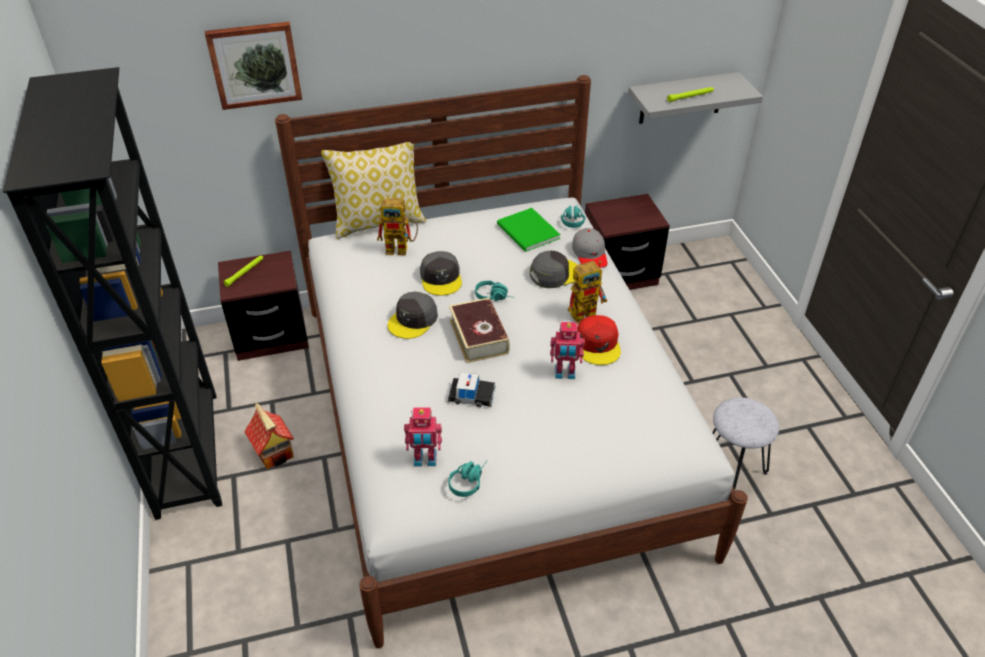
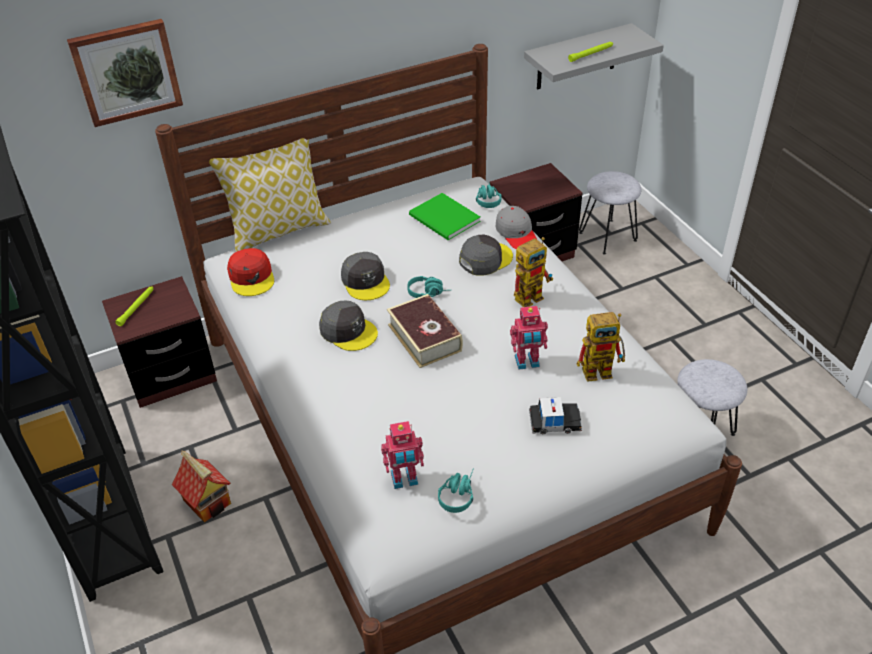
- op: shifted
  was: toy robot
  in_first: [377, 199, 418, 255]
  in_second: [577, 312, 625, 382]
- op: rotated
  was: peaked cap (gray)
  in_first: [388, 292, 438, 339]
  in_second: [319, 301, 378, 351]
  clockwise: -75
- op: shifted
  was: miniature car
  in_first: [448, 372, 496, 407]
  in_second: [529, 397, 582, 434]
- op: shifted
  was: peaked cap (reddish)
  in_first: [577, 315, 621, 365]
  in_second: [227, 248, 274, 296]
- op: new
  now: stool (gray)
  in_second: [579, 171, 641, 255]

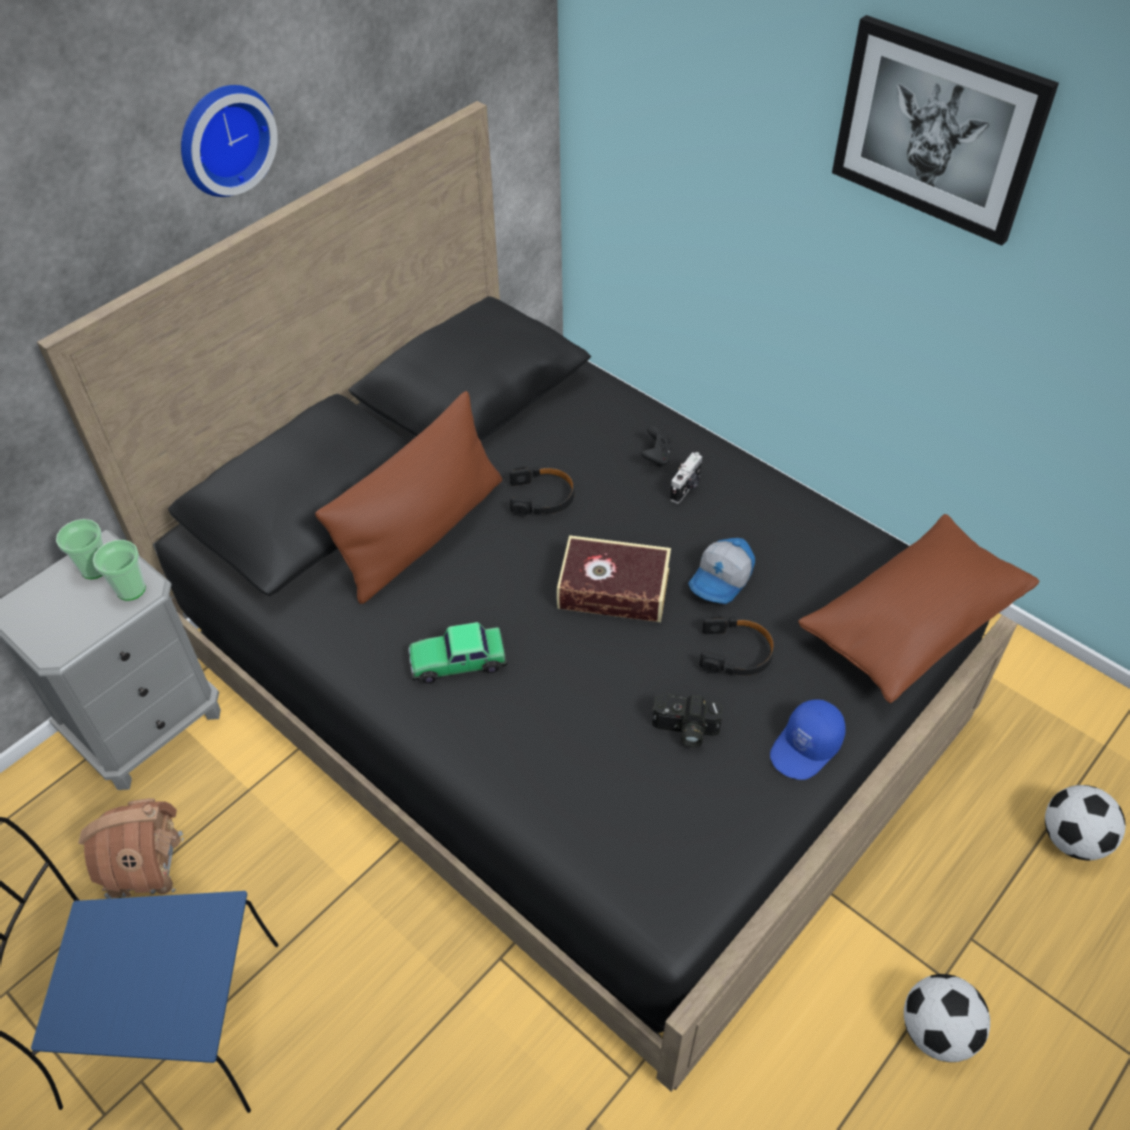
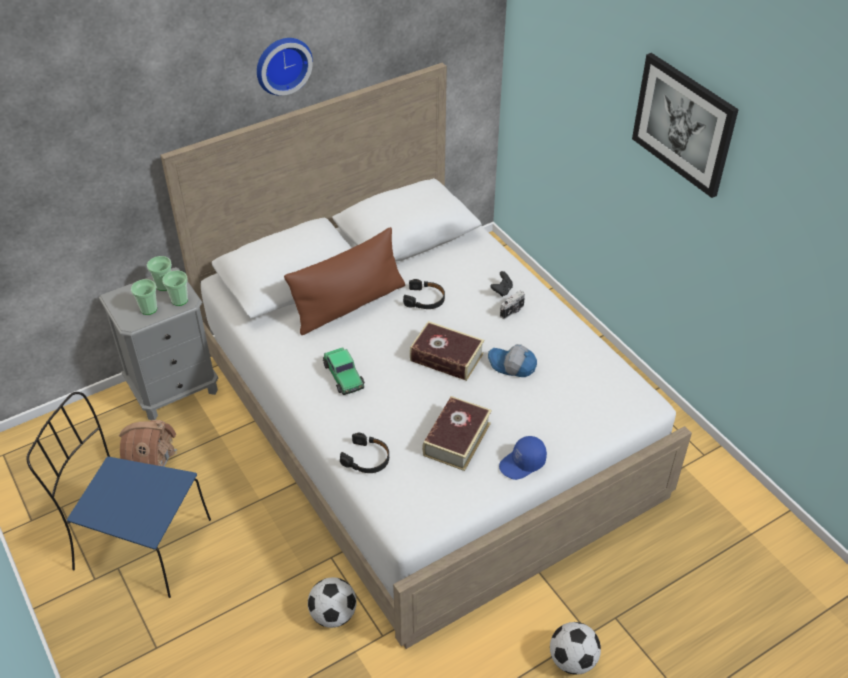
- op: repainted
  was: sleeping bed (black)
  now: sleeping bed (white)
  in_first: [37, 101, 1017, 1092]
  in_second: [160, 63, 692, 649]
- op: rotated
  was: miniature car
  in_first: [408, 622, 507, 684]
  in_second: [323, 347, 365, 395]
  clockwise: -120
- op: swapped
  was: photo camera
  now: volume
  in_first: [652, 693, 723, 747]
  in_second: [422, 396, 492, 471]
- op: rotated
  was: peaked cap
  in_first: [688, 538, 755, 604]
  in_second: [488, 344, 537, 377]
  clockwise: 60
- op: shifted
  was: headphones (black)
  in_first: [700, 615, 775, 676]
  in_second: [340, 433, 389, 473]
- op: gone
  was: pillow (brown)
  in_first: [798, 514, 1040, 703]
- op: shifted
  was: football ball
  in_first: [1045, 785, 1126, 860]
  in_second: [308, 577, 357, 628]
- op: new
  now: small cup
  in_second: [131, 279, 157, 315]

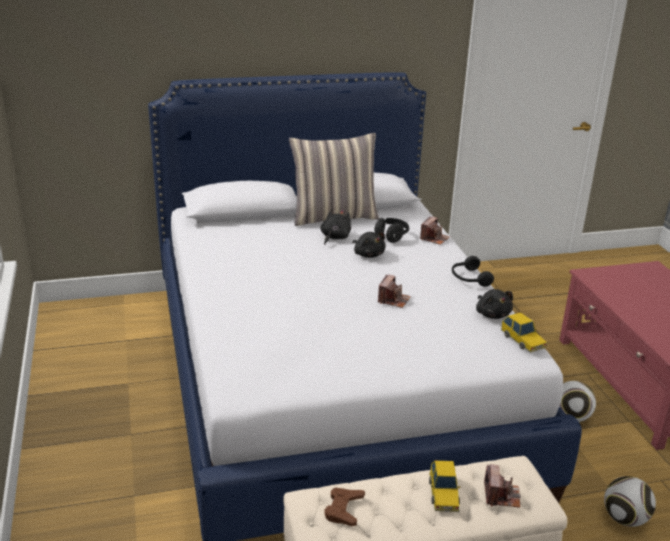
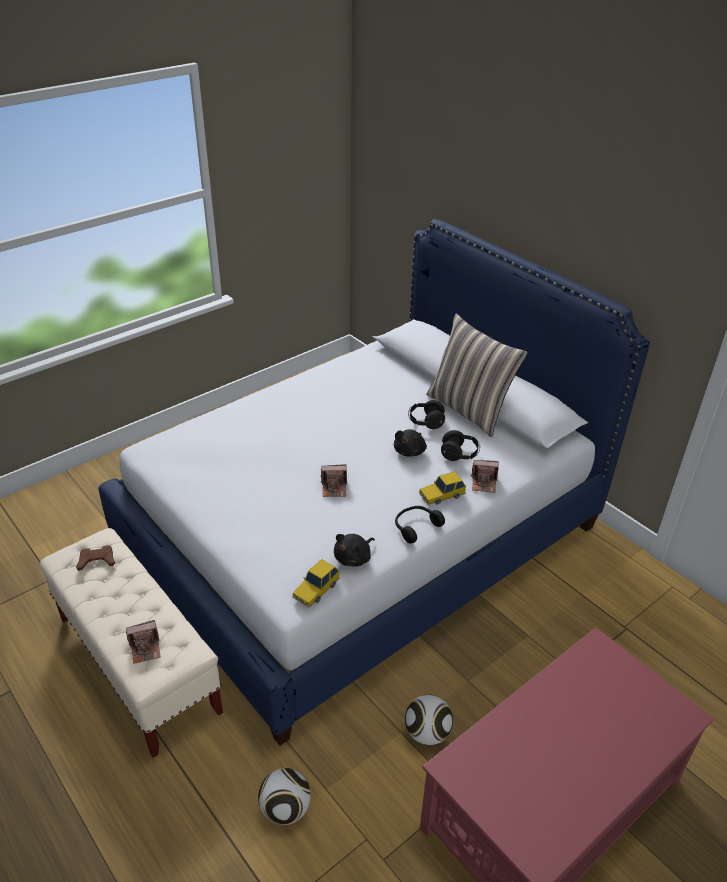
- op: swapped
  was: soft toy (black)
  now: headphones (black)
  in_first: [320, 209, 351, 245]
  in_second: [408, 400, 445, 429]
- op: shifted
  was: miniature car
  in_first: [429, 460, 460, 512]
  in_second: [419, 472, 466, 505]

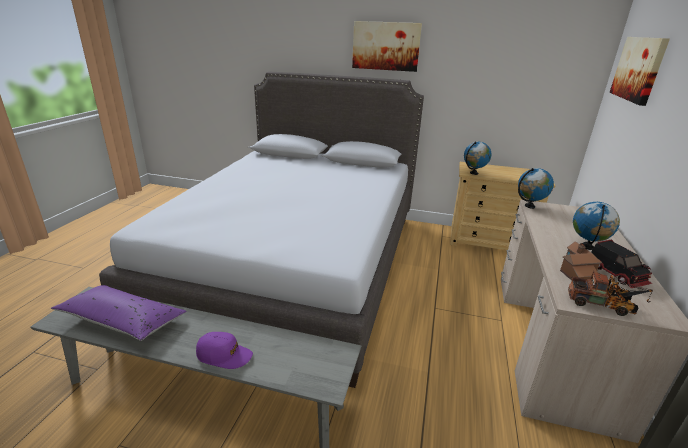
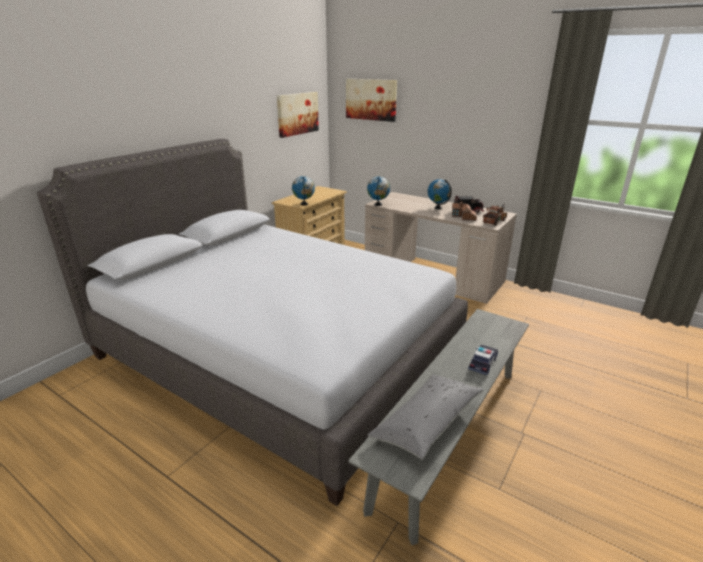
- op: repainted
  was: pillow (purple)
  now: pillow (gray)
  in_first: [51, 285, 186, 341]
  in_second: [368, 374, 484, 460]
- op: swapped
  was: peaked cap (purple)
  now: miniature car
  in_first: [196, 332, 253, 369]
  in_second: [468, 345, 498, 375]
- op: shifted
  was: wall picture
  in_first: [352, 21, 422, 72]
  in_second: [277, 92, 319, 138]

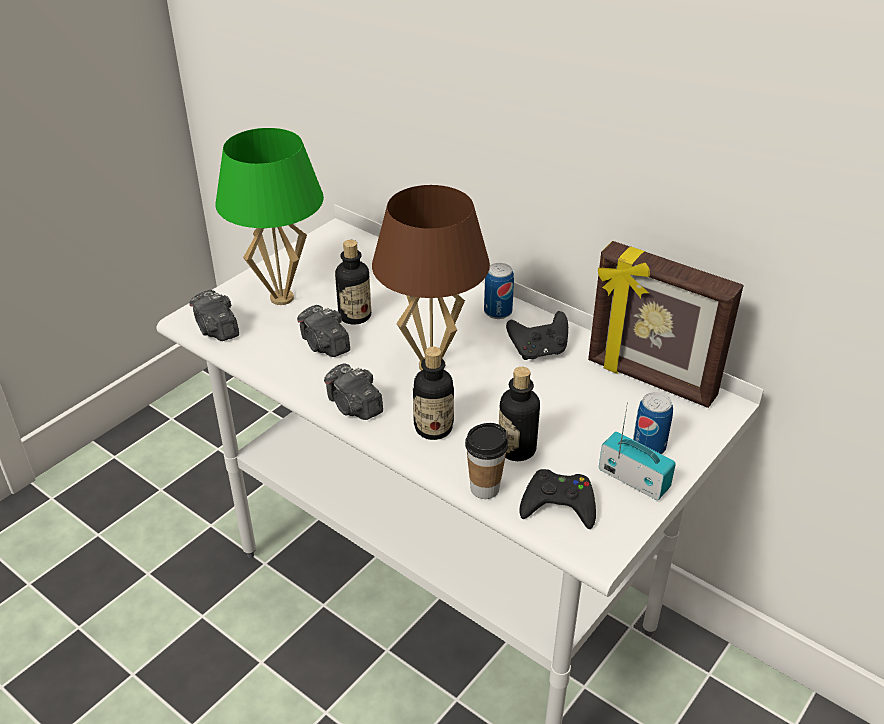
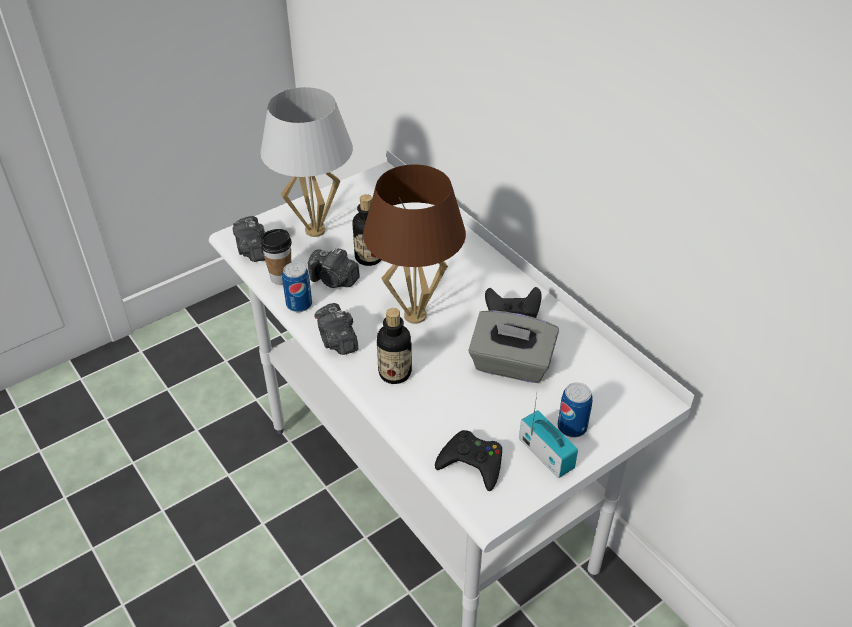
- op: repainted
  was: table lamp (greenish)
  now: table lamp (white)
  in_first: [216, 128, 324, 305]
  in_second: [260, 87, 353, 237]
- op: rotated
  was: photo camera
  in_first: [297, 305, 350, 357]
  in_second: [308, 248, 360, 288]
  clockwise: -45
- op: shifted
  was: small cup
  in_first: [465, 423, 508, 499]
  in_second: [260, 229, 292, 285]
- op: shifted
  was: can
  in_first: [484, 263, 514, 319]
  in_second: [282, 262, 312, 312]
- op: gone
  was: bottle
  in_first: [499, 367, 540, 461]
- op: gone
  was: standing frame
  in_first: [588, 241, 743, 408]
- op: new
  now: tissue box (gray)
  in_second: [468, 310, 559, 383]

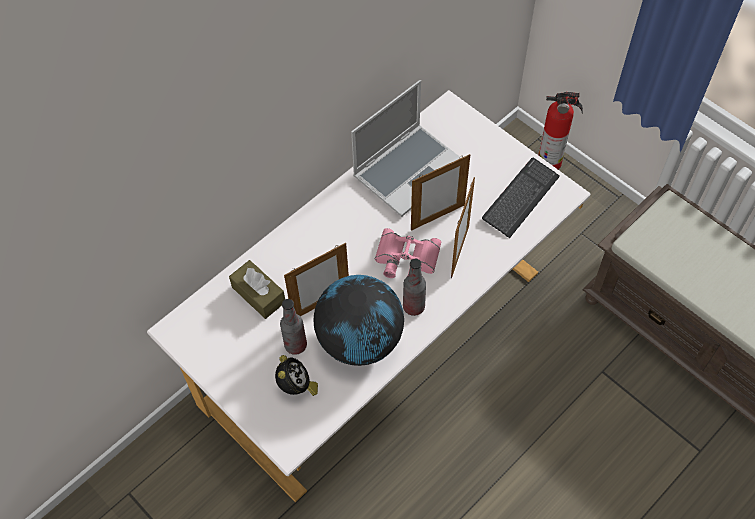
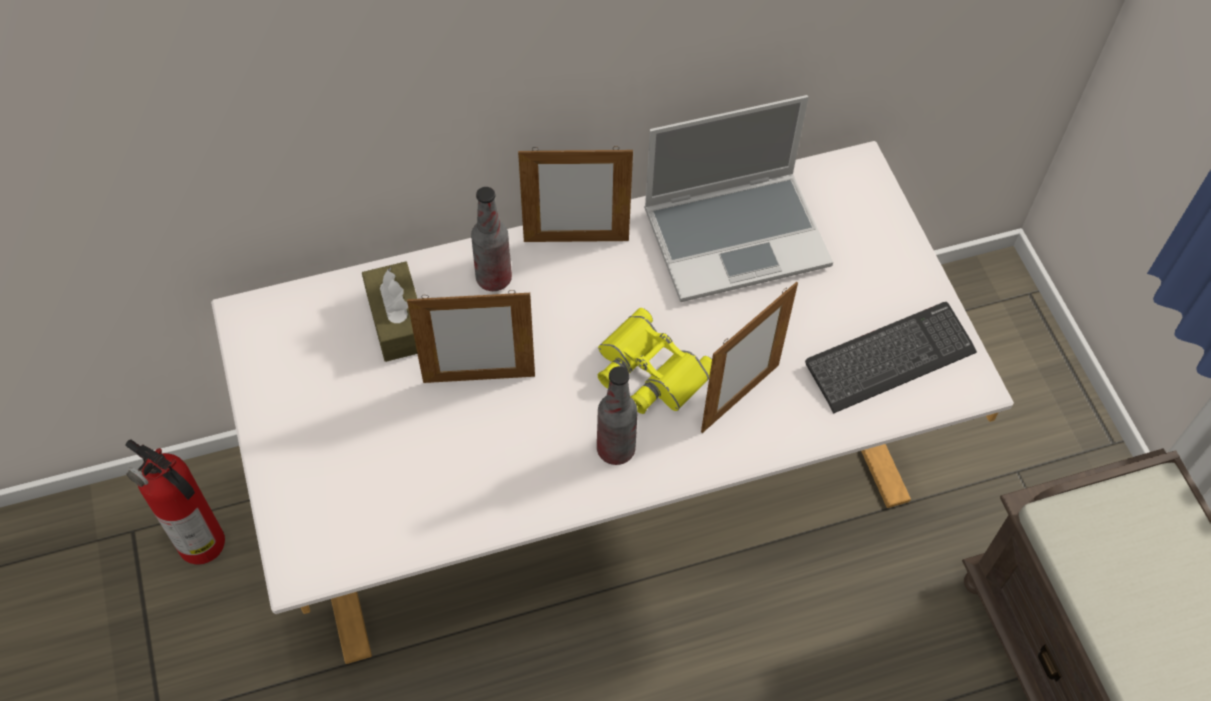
- op: gone
  was: alarm clock
  in_first: [275, 355, 318, 396]
- op: shifted
  was: bottle
  in_first: [280, 299, 307, 355]
  in_second: [471, 187, 512, 291]
- op: gone
  was: world globe
  in_first: [313, 275, 404, 366]
- op: repainted
  was: pair of binoculars (pink)
  now: pair of binoculars (yellowish)
  in_first: [375, 228, 441, 278]
  in_second: [598, 308, 712, 414]
- op: shifted
  was: standing frame
  in_first: [411, 154, 470, 231]
  in_second: [518, 146, 633, 242]
- op: shifted
  was: fire extinguisher
  in_first: [538, 91, 583, 170]
  in_second: [126, 439, 225, 565]

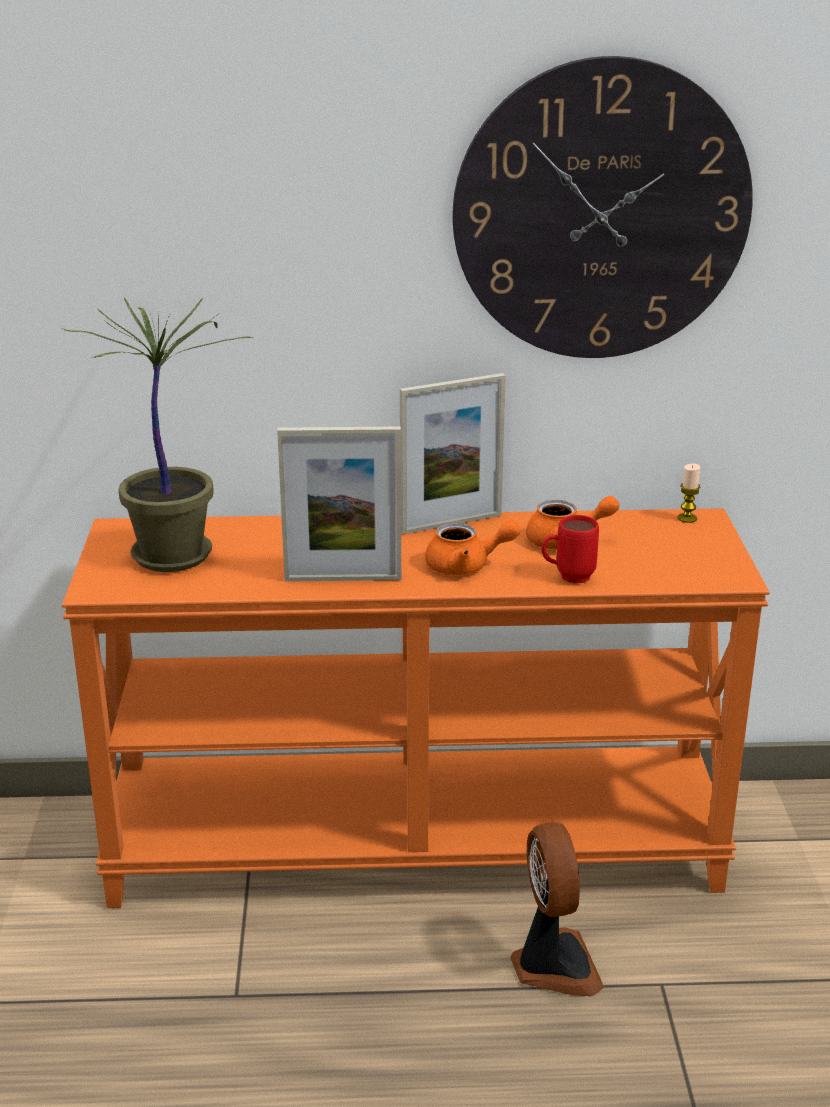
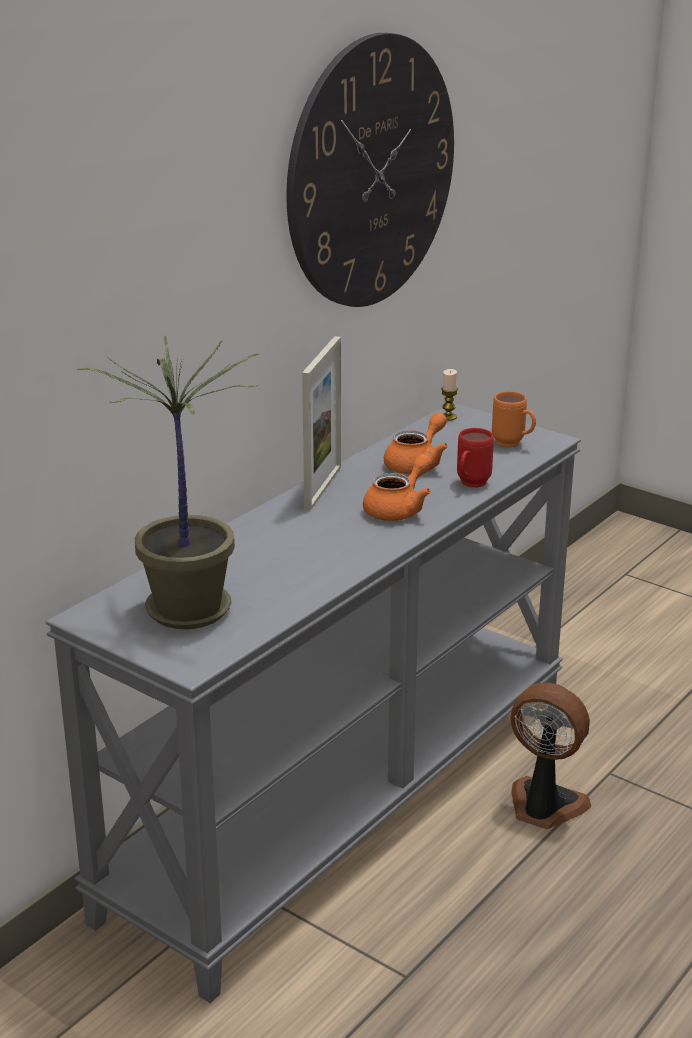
- op: repainted
  was: narrow table (orange-coloured)
  now: narrow table (gray)
  in_first: [62, 508, 770, 908]
  in_second: [45, 403, 581, 1003]
- op: gone
  was: standing frame
  in_first: [277, 426, 401, 581]
- op: new
  now: mug (orange-coloured)
  in_second: [492, 391, 536, 447]

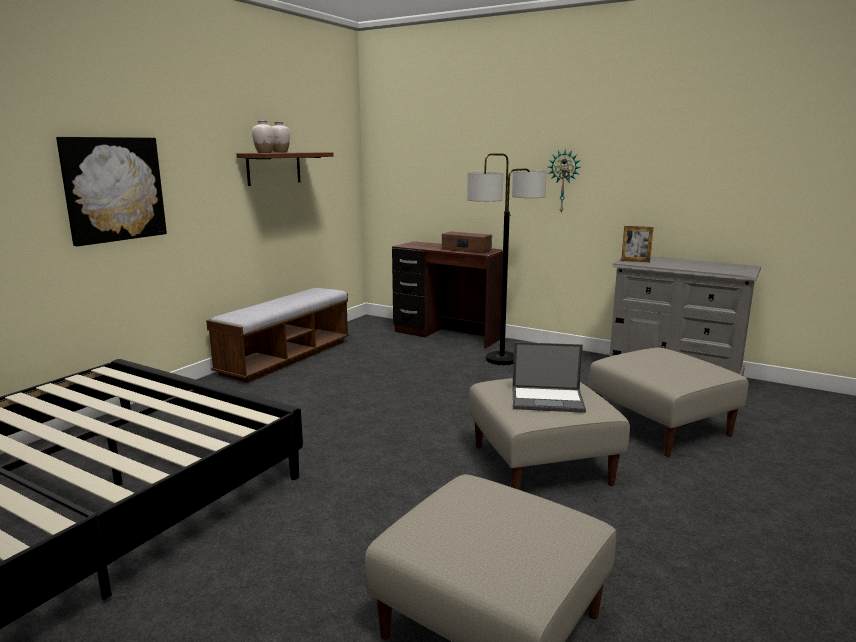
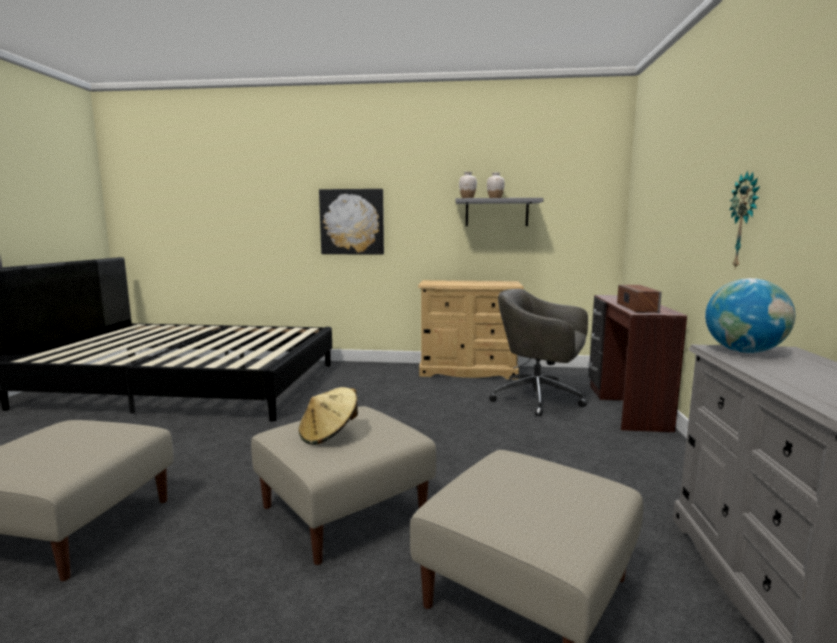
- op: swapped
  was: long seat
  now: drawer chest (beige)
  in_first: [206, 288, 349, 383]
  in_second: [418, 280, 524, 380]
- op: repainted
  was: bracket shelf (brown)
  now: bracket shelf (gray)
  in_first: [236, 152, 334, 186]
  in_second: [456, 198, 544, 226]
- op: gone
  was: standard lamp
  in_first: [467, 154, 547, 365]
- op: swapped
  was: notebook computer
  now: clothing hat (beige)
  in_first: [512, 342, 586, 413]
  in_second: [299, 387, 358, 445]
- op: swapped
  was: standing frame
  now: world globe
  in_first: [621, 226, 653, 262]
  in_second: [705, 278, 795, 353]
- op: new
  now: office chair (gray)
  in_second: [490, 289, 588, 416]

